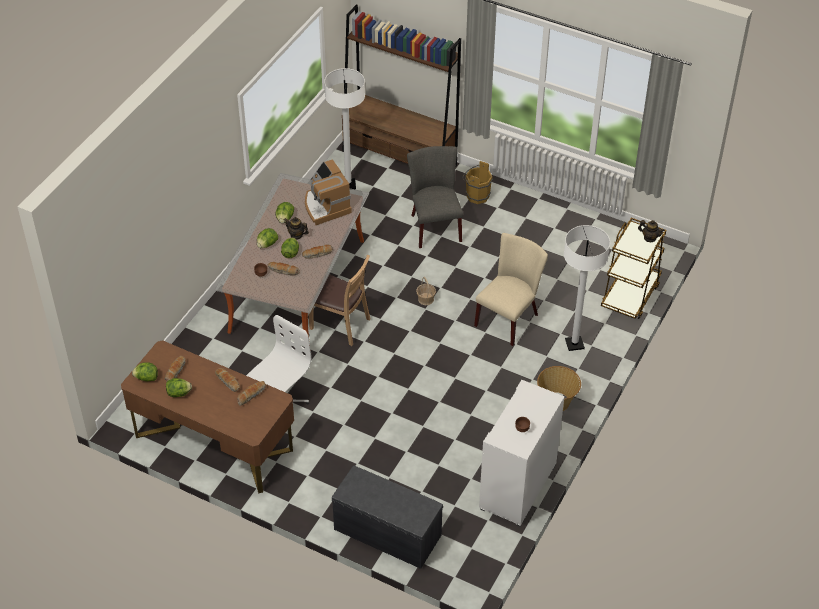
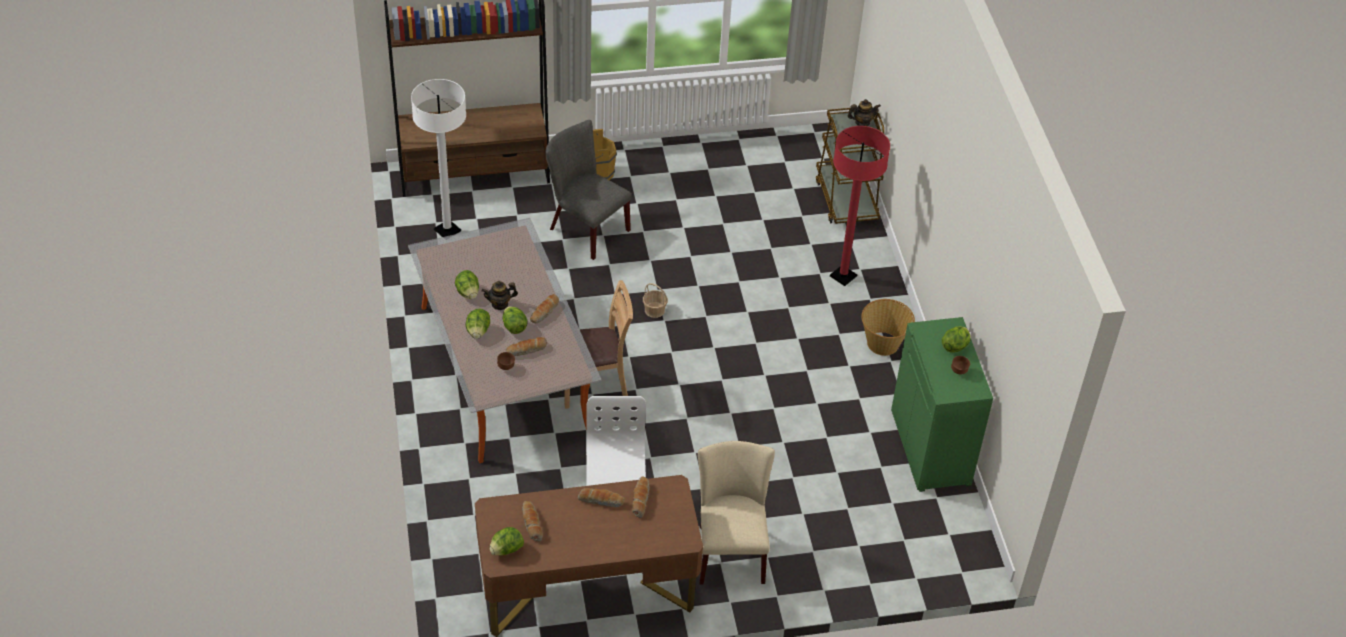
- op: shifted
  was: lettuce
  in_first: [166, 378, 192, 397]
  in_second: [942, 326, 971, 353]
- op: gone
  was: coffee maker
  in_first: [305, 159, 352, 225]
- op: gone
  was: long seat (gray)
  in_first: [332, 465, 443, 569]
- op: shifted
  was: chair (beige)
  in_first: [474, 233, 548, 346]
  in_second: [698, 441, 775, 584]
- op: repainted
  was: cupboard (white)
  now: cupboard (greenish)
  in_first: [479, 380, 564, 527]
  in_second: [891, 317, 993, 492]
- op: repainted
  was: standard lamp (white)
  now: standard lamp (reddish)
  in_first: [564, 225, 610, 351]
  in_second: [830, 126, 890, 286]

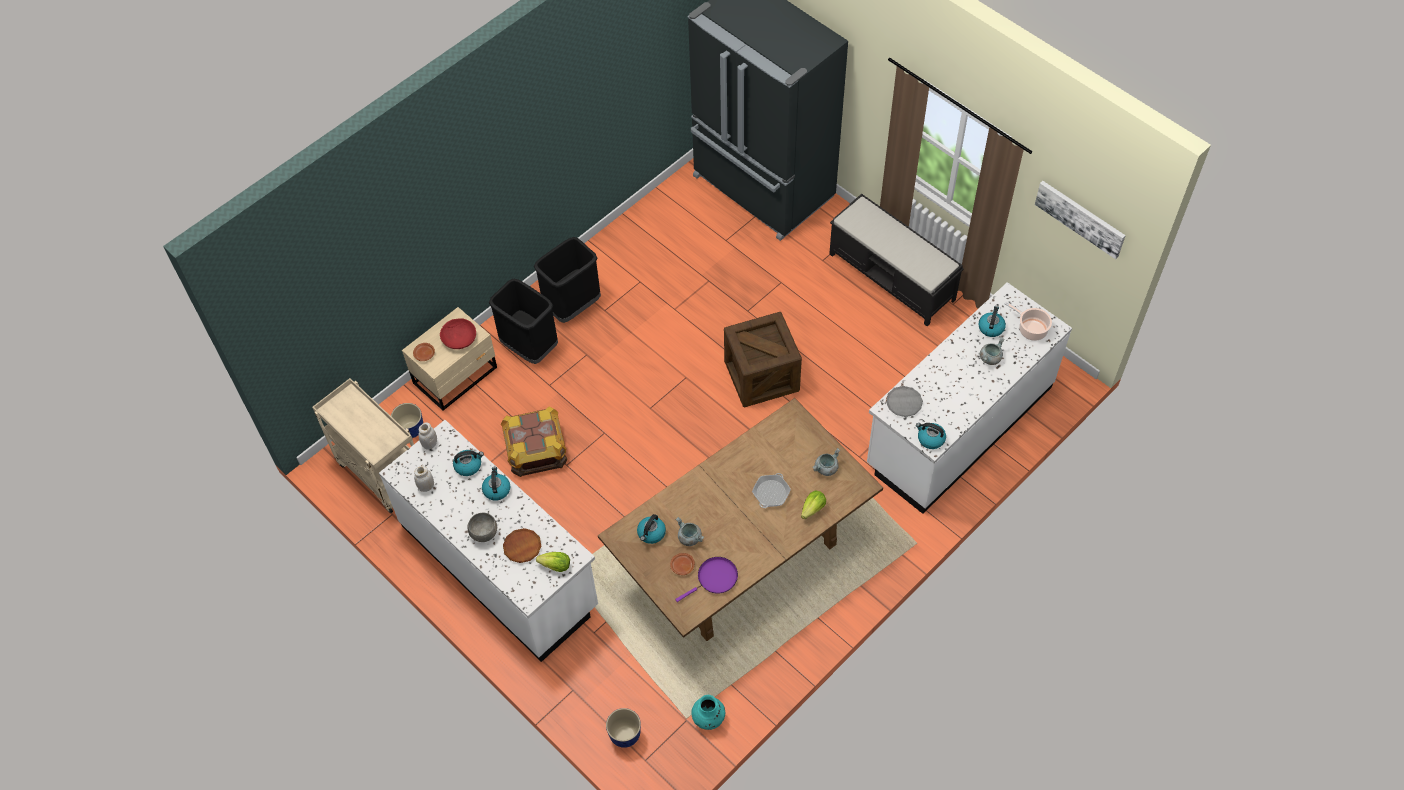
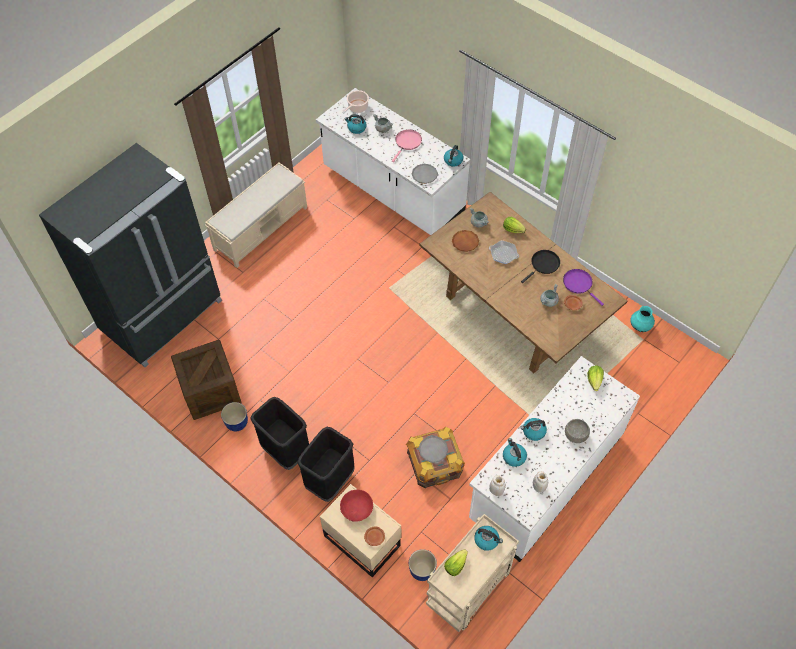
- op: shifted
  was: dinner plate (brown)
  in_first: [503, 528, 541, 563]
  in_second: [452, 230, 479, 252]
- op: shifted
  was: flower pot
  in_first: [606, 708, 641, 748]
  in_second: [221, 402, 248, 431]
- op: shifted
  was: kettle
  in_first: [637, 514, 666, 544]
  in_second: [474, 526, 503, 551]
- op: shifted
  was: shipping crate
  in_first: [724, 312, 802, 407]
  in_second: [171, 340, 242, 420]
- op: repainted
  was: long seat (black)
  now: long seat (beige)
  in_first: [829, 194, 964, 326]
  in_second: [205, 163, 307, 268]
- op: gone
  was: wall picture
  in_first: [1035, 181, 1126, 259]
- op: new
  now: skillet (pink)
  in_second: [392, 129, 422, 162]
- op: new
  now: dinner plate (gray)
  in_second: [418, 436, 448, 463]
- op: new
  now: lettuce
  in_second: [444, 549, 468, 576]
- op: new
  now: skillet (black)
  in_second: [521, 250, 560, 283]

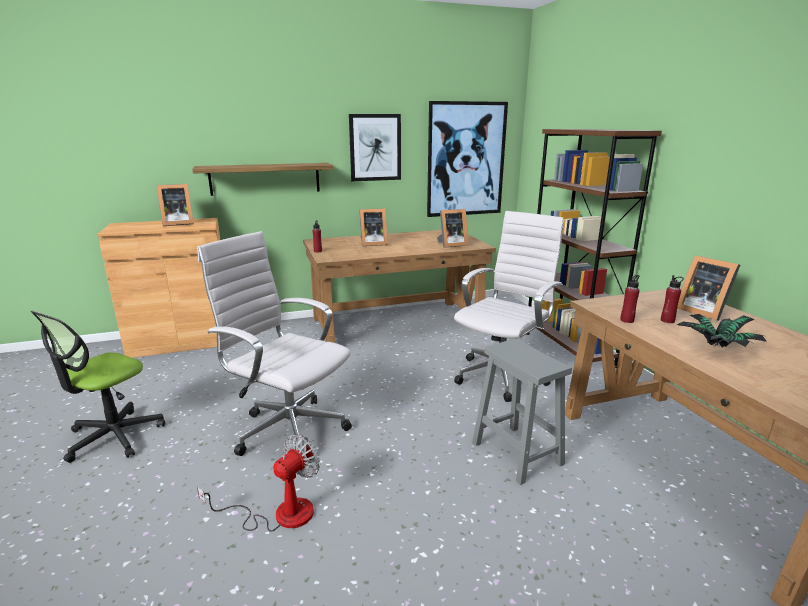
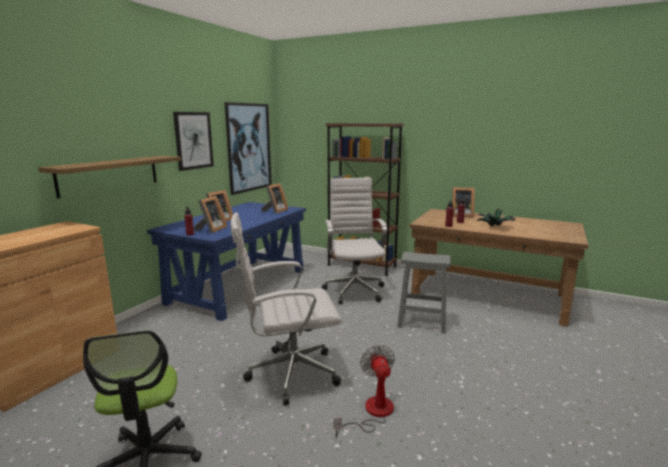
- op: shifted
  was: standing frame
  in_first: [156, 184, 194, 226]
  in_second: [194, 196, 227, 233]
- op: repainted
  was: desk unit (brown)
  now: desk unit (blue)
  in_first: [303, 230, 496, 343]
  in_second: [147, 202, 306, 321]

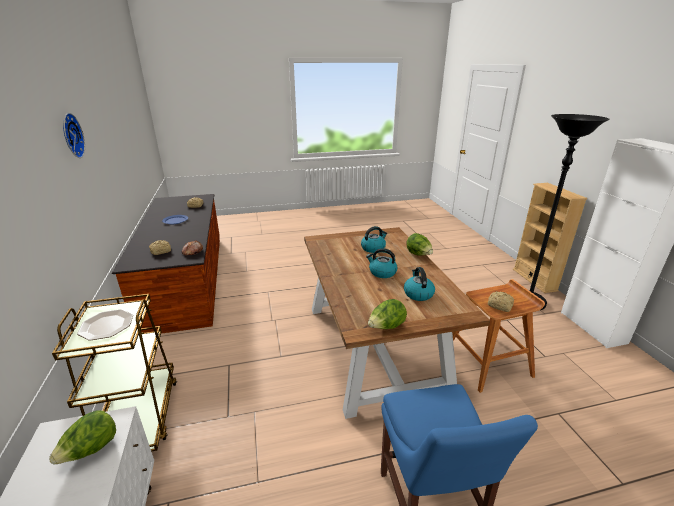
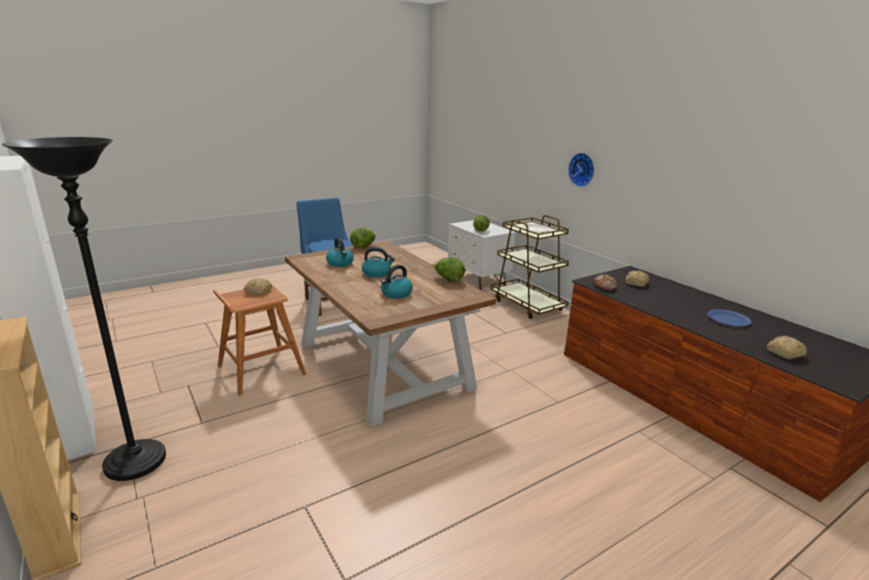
- op: shifted
  was: clock on the wall
  in_first: [63, 113, 85, 158]
  in_second: [568, 153, 594, 187]
- op: shifted
  was: lettuce
  in_first: [406, 233, 433, 256]
  in_second: [433, 257, 465, 282]

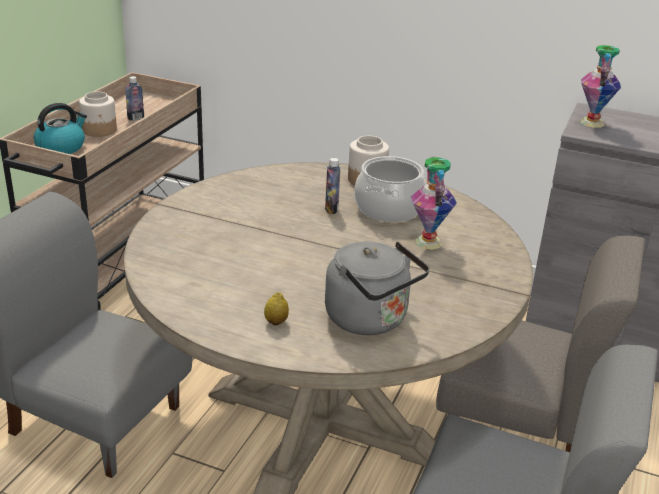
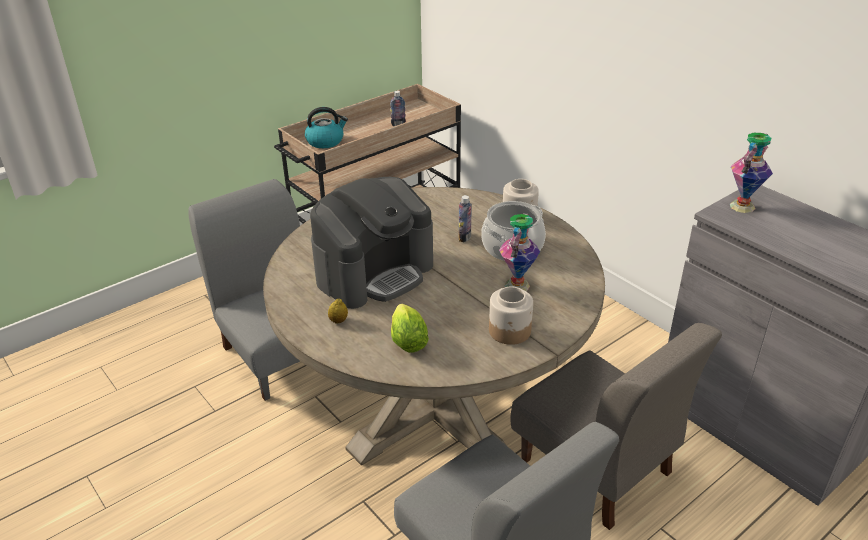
- op: shifted
  was: storage jar
  in_first: [79, 92, 117, 137]
  in_second: [489, 287, 533, 345]
- op: swapped
  was: kettle (gray)
  now: lettuce
  in_first: [325, 242, 430, 335]
  in_second: [391, 304, 429, 353]
- op: new
  now: coffee maker
  in_second: [310, 177, 433, 309]

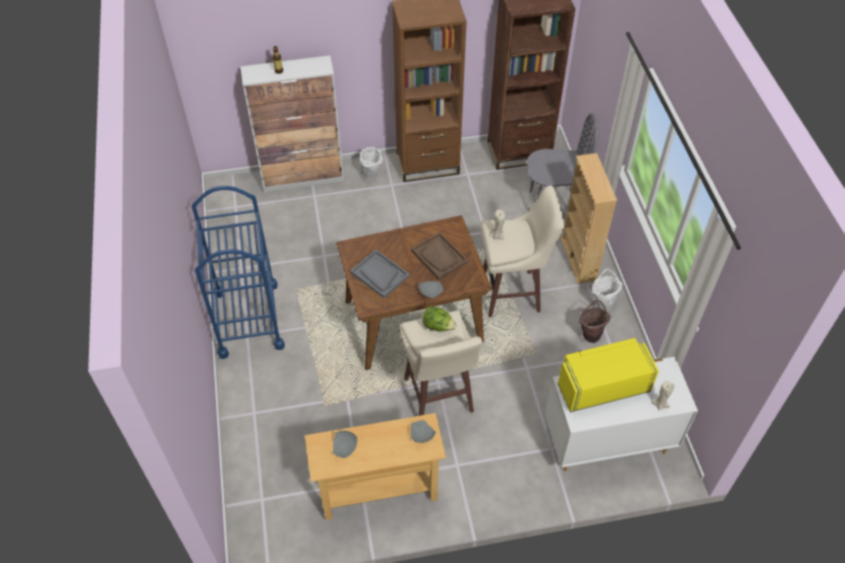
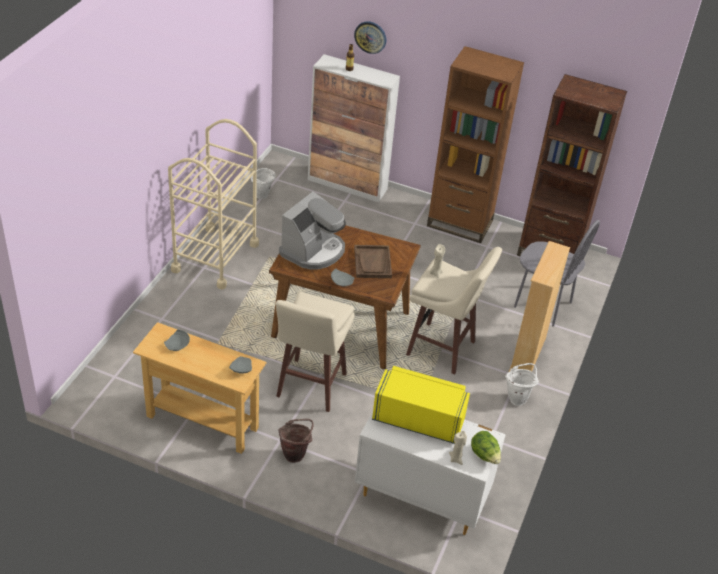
- op: repainted
  was: trolley (blue)
  now: trolley (beige)
  in_first: [192, 186, 285, 359]
  in_second: [168, 119, 259, 289]
- op: swapped
  was: tray (gray)
  now: coffee maker
  in_first: [350, 250, 410, 298]
  in_second: [279, 191, 346, 270]
- op: shifted
  was: pail (white)
  in_first: [360, 147, 383, 179]
  in_second: [251, 168, 276, 199]
- op: shifted
  was: lettuce
  in_first: [422, 306, 456, 332]
  in_second: [471, 431, 501, 464]
- op: shifted
  was: pail (brown)
  in_first: [578, 300, 611, 343]
  in_second: [279, 419, 314, 463]
- op: new
  now: clock on the wall
  in_second: [354, 21, 386, 54]

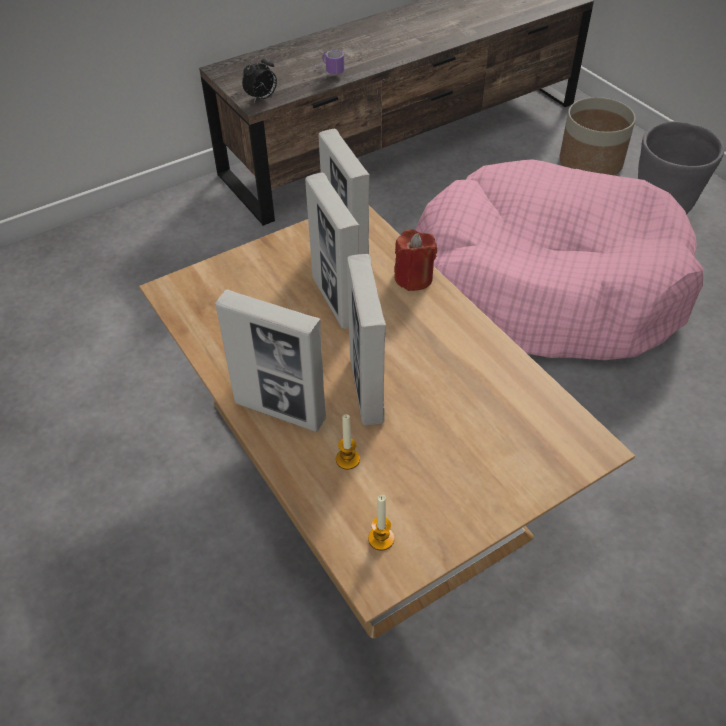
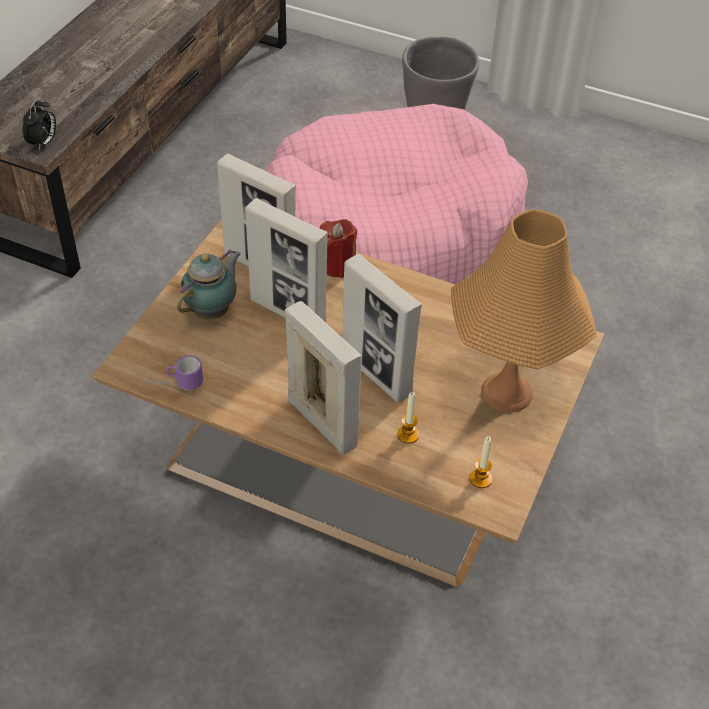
- op: rotated
  was: standing frame
  in_first: [215, 289, 326, 432]
  in_second: [285, 301, 361, 455]
  clockwise: -120
- op: shifted
  was: mug
  in_first: [311, 50, 344, 75]
  in_second: [146, 355, 203, 390]
- op: gone
  was: flower pot
  in_first: [559, 97, 636, 175]
- op: new
  now: pot for tea
  in_second: [177, 249, 240, 319]
- op: new
  now: table lamp (orange-coloured)
  in_second: [451, 209, 597, 413]

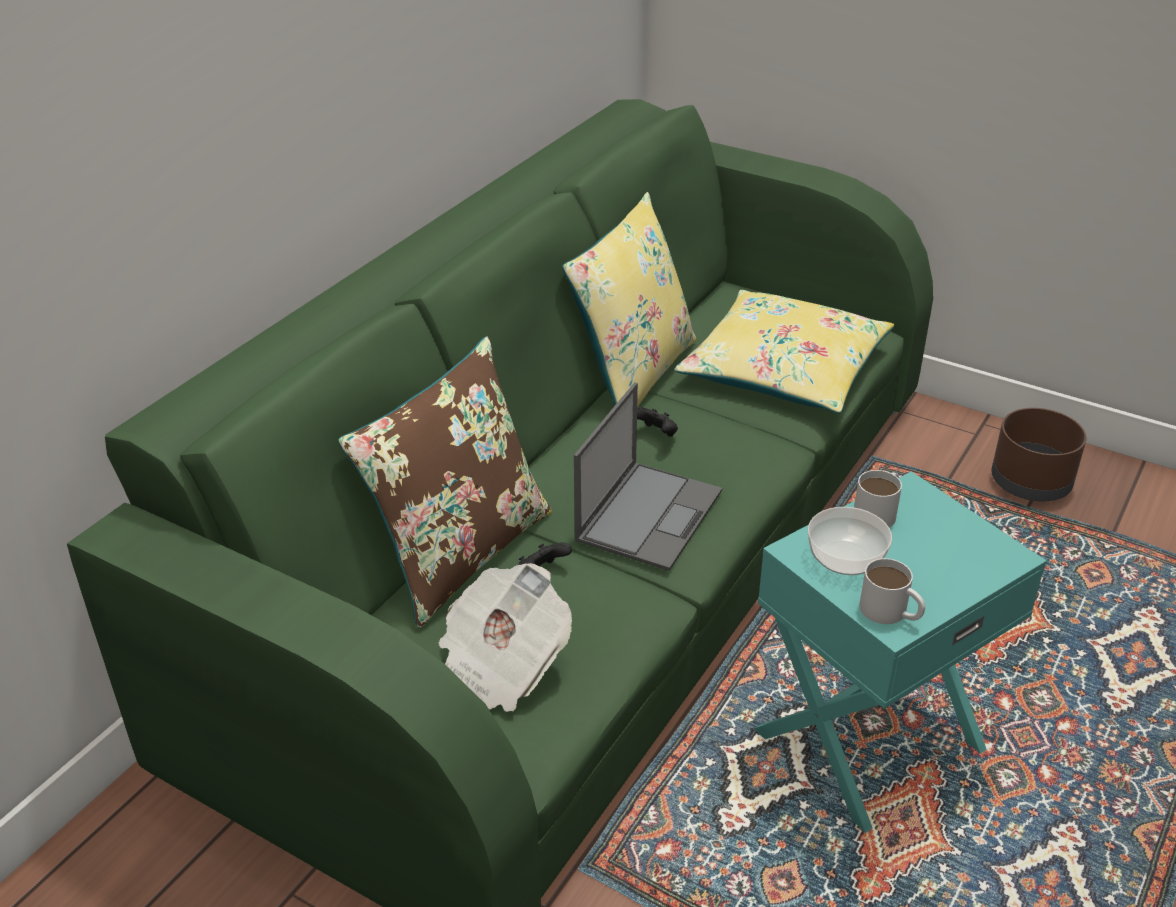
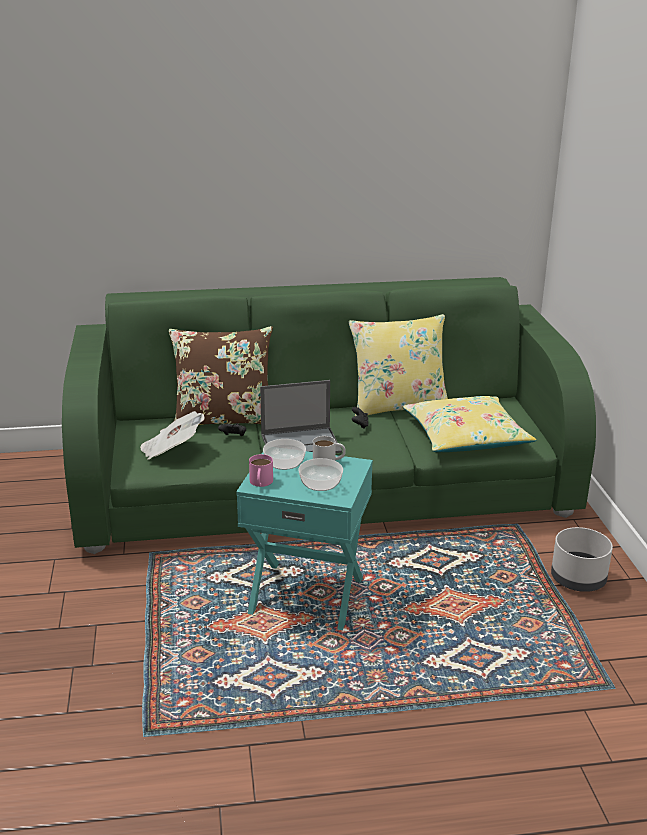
- op: repainted
  was: mug (white)
  now: mug (pink)
  in_first: [859, 558, 925, 624]
  in_second: [249, 454, 273, 487]
- op: repainted
  was: flower pot (brown)
  now: flower pot (gray)
  in_first: [991, 408, 1086, 501]
  in_second: [551, 527, 613, 592]
- op: new
  now: serving bowl
  in_second: [299, 458, 343, 491]

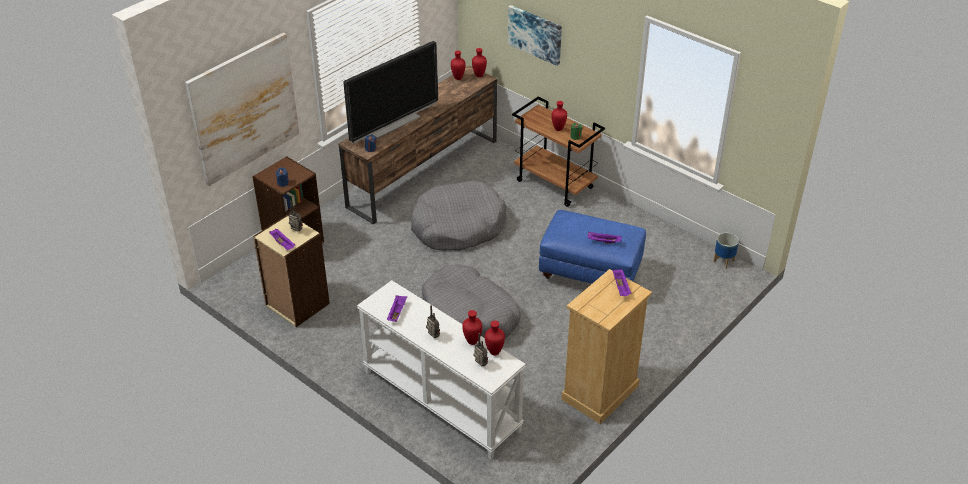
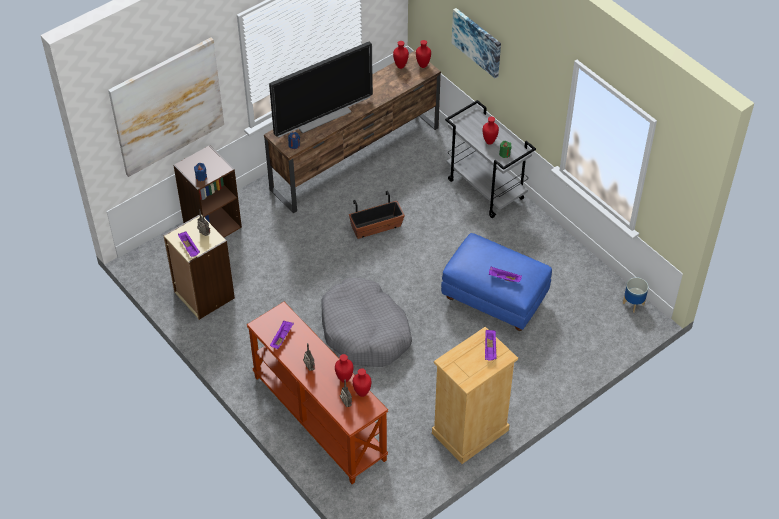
- op: repainted
  was: narrow table (white)
  now: narrow table (brown)
  in_first: [357, 280, 526, 459]
  in_second: [247, 302, 388, 484]
- op: swapped
  was: dog bed (gray)
  now: flower pot
  in_first: [411, 181, 507, 251]
  in_second: [349, 191, 405, 239]
- op: repainted
  was: trolley (brown)
  now: trolley (gray)
  in_first: [512, 97, 605, 207]
  in_second: [445, 100, 536, 218]

